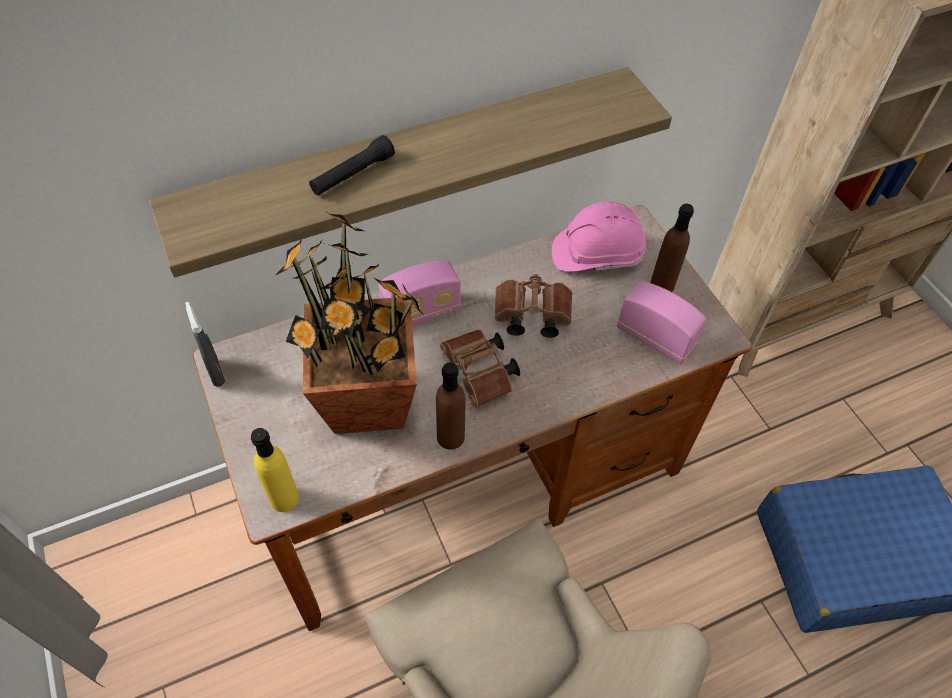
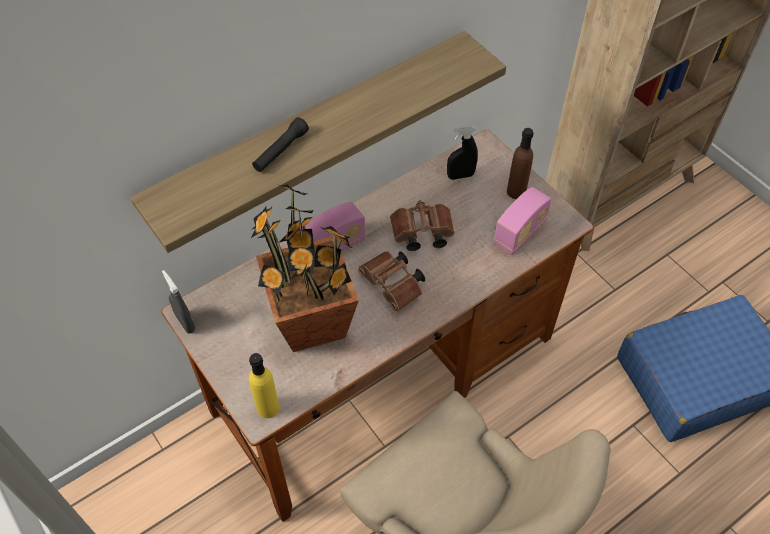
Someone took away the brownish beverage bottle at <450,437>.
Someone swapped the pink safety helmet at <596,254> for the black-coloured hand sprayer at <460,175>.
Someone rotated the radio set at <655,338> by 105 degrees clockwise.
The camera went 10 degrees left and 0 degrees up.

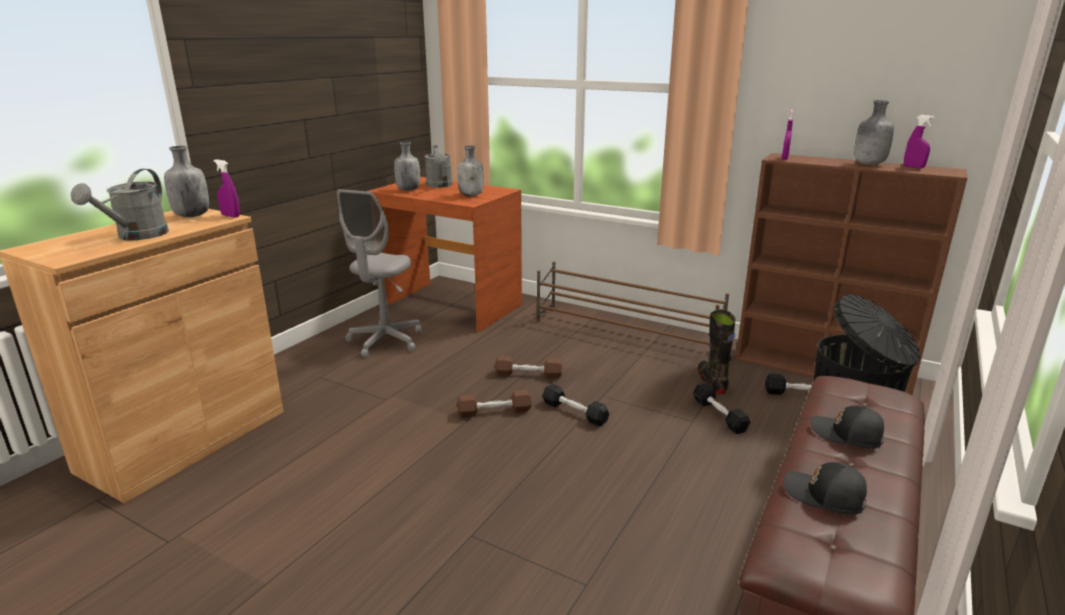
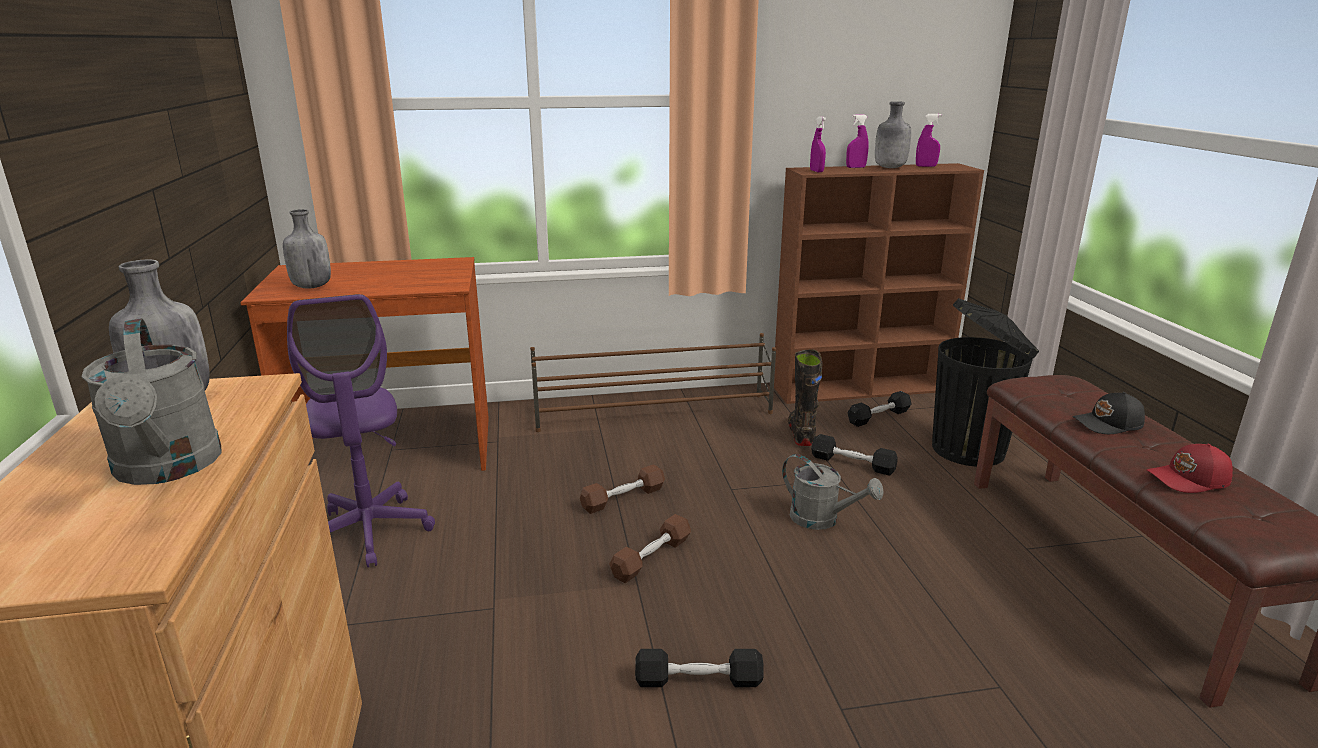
Someone took away the gray beverage bottle at <471,195>.
Someone carried the purple hand sprayer from <230,216> to <855,167>.
Someone carried the gray sprinkling can from <440,186> to <822,520>.
Someone carried the black-coloured hand weight from <574,412> to <698,680>.
Someone repainted the gray desk chair at <385,341>, which became the purple desk chair at <369,532>.
Someone repainted the black-coloured cap at <824,496>, which became the red-coloured cap at <1189,480>.
Someone rotated the black-coloured tall boot at <712,382> by 45 degrees clockwise.
The camera went 40 degrees left and 0 degrees up.

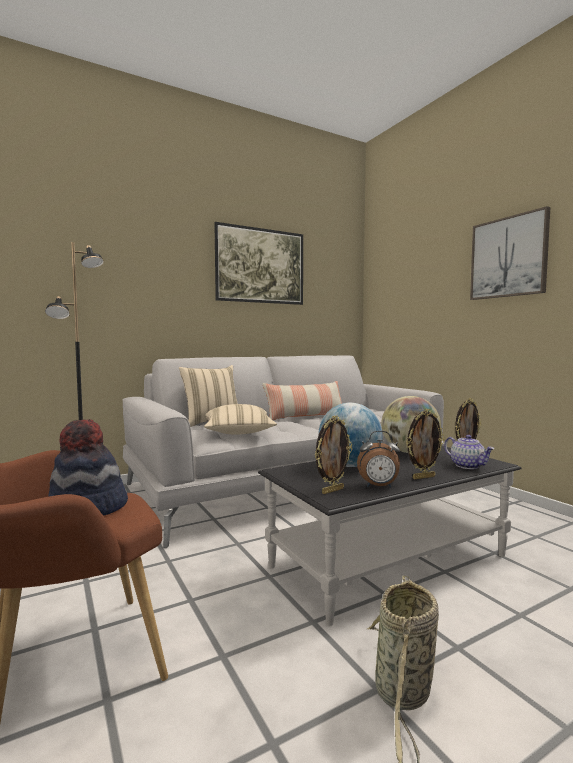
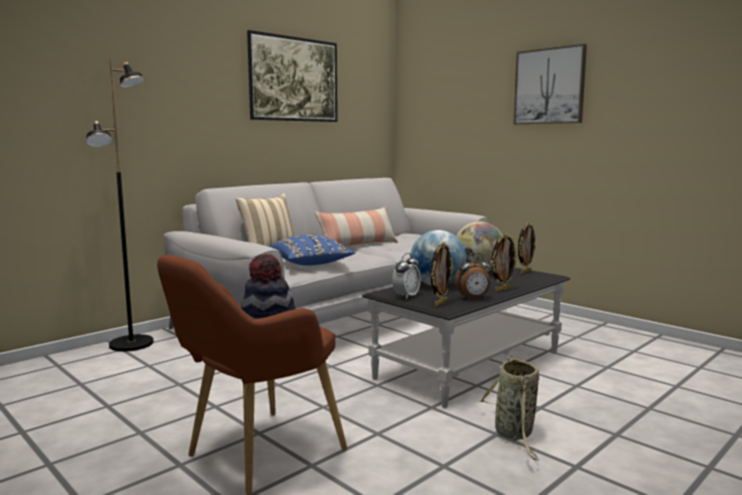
Someone took away the tea pot at <468,466>.
Someone put down the table clock at <406,296>.
Someone repainted the sand-coloured pillow at <238,433>, which became the bluish pillow at <311,264>.
The camera went 15 degrees left and 5 degrees up.

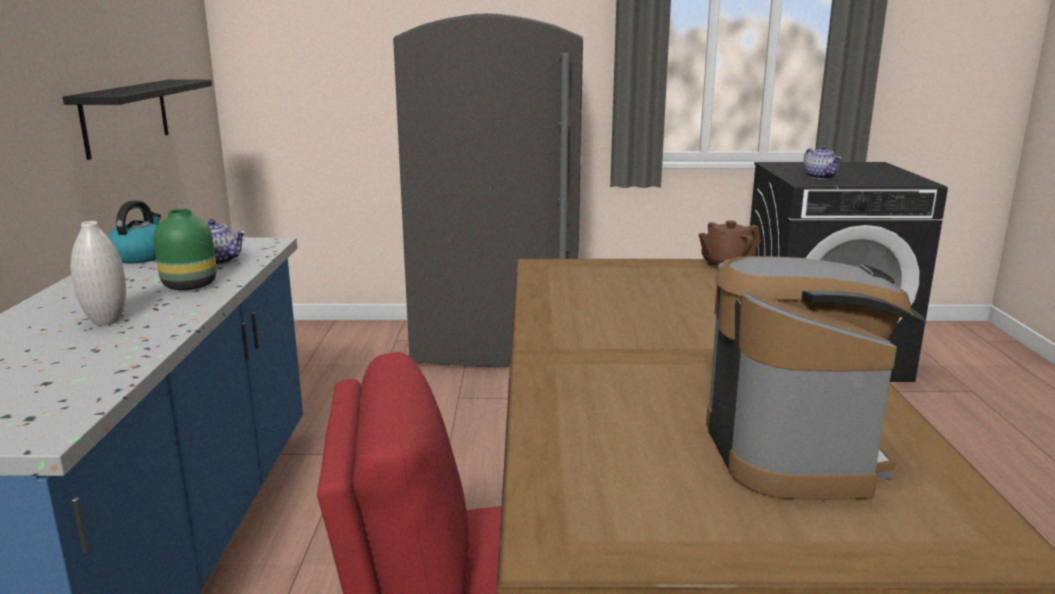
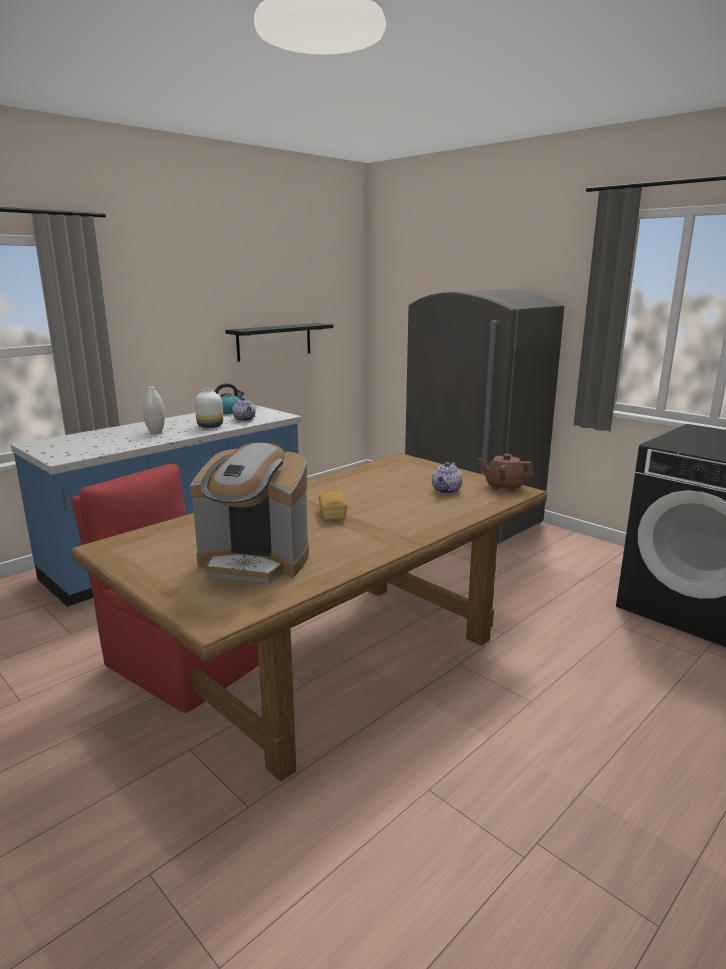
Someone put down the bread at <332,514>.
Someone carried the tea pot from <820,177> to <446,490>.
Someone repainted the green-coloured decorative vase at <189,286>, which became the whitish decorative vase at <209,426>.
Someone rotated the coffee brewer at <794,450> by 60 degrees clockwise.
The camera went 45 degrees right and 0 degrees up.

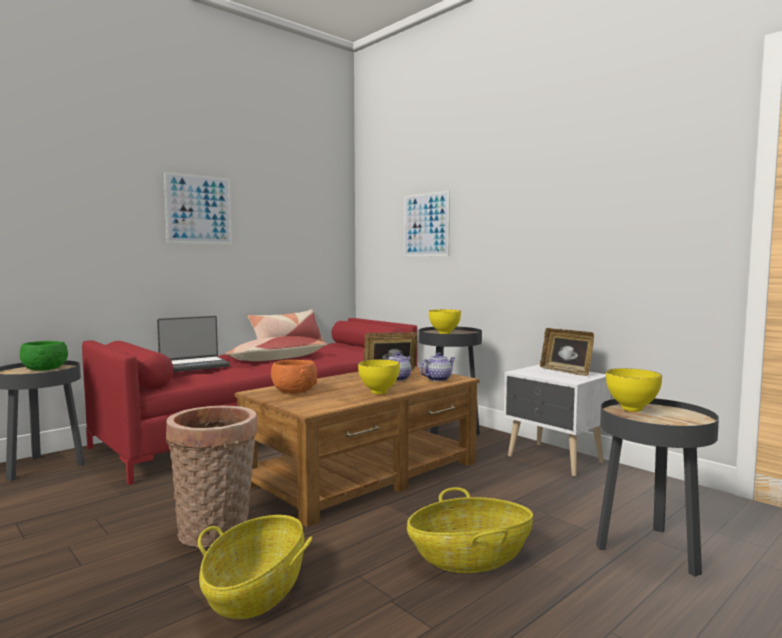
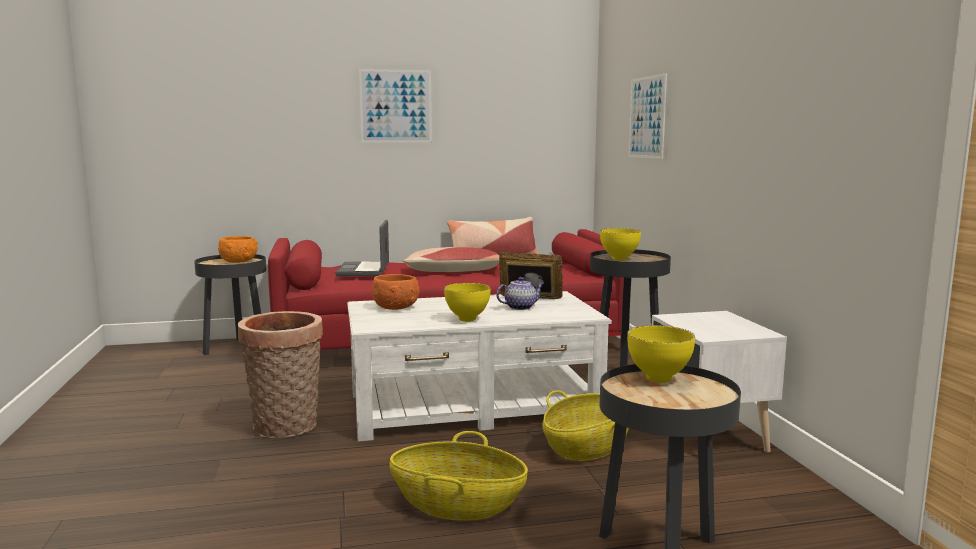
Someone took away the tea pot at <438,379>.
Someone took away the picture frame at <566,371>.
Someone carried the household basket from <256,591> to <587,447>.
Someone repainted the green-coloured bowl at <45,369>, which became the orange-coloured bowl at <239,261>.
Someone repainted the brownish lounge table at <365,473>, which became the whitish lounge table at <474,406>.
Someone rotated the laptop at <194,365> by 90 degrees clockwise.
The camera went 30 degrees right and 5 degrees up.

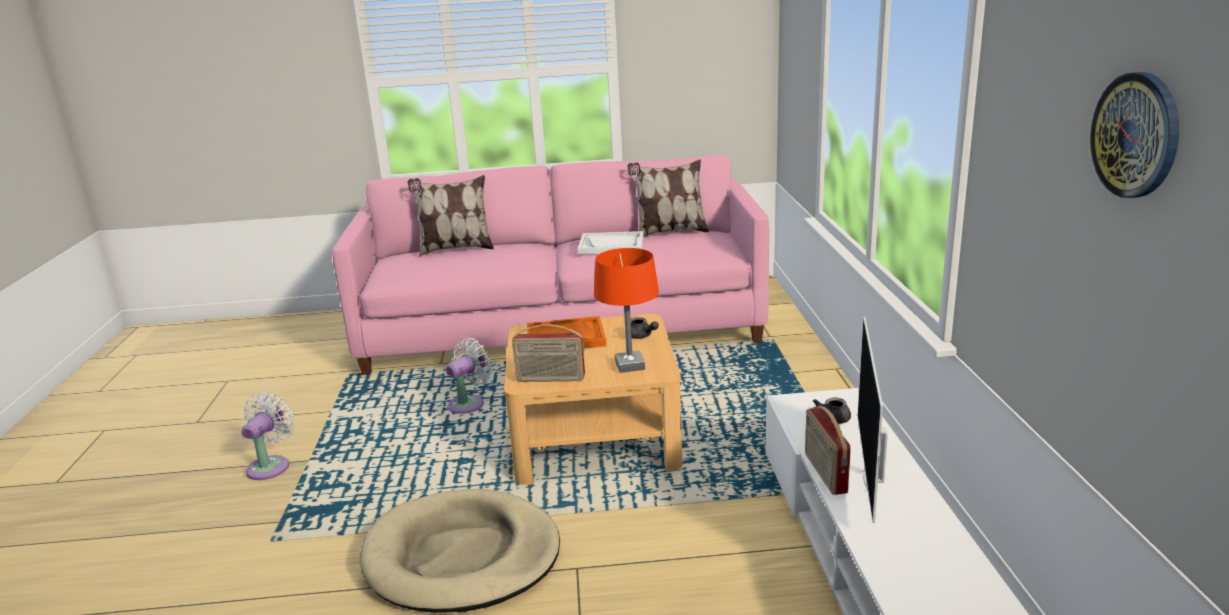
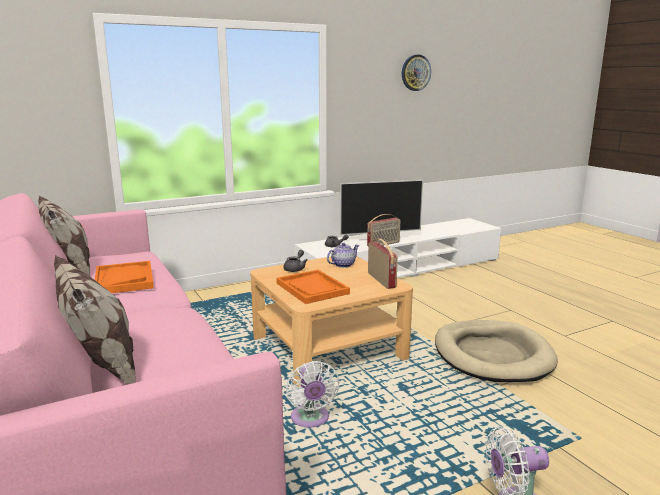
Someone swapped the orange-coloured tabletop lamp at <630,365> for the tea pot at <342,265>.
Someone repainted the whitish serving tray at <611,245>, which became the orange-coloured serving tray at <124,279>.
Someone rotated the whitish electric fan at <469,404> by 120 degrees counterclockwise.
The camera went 115 degrees left and 5 degrees down.

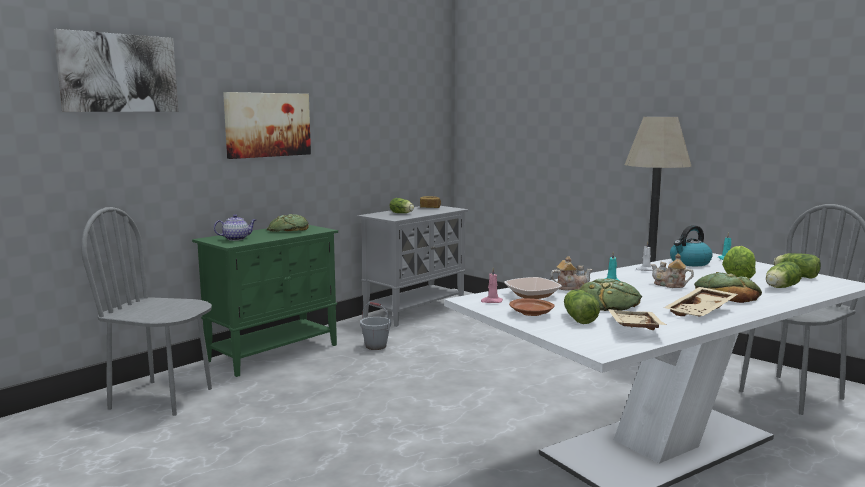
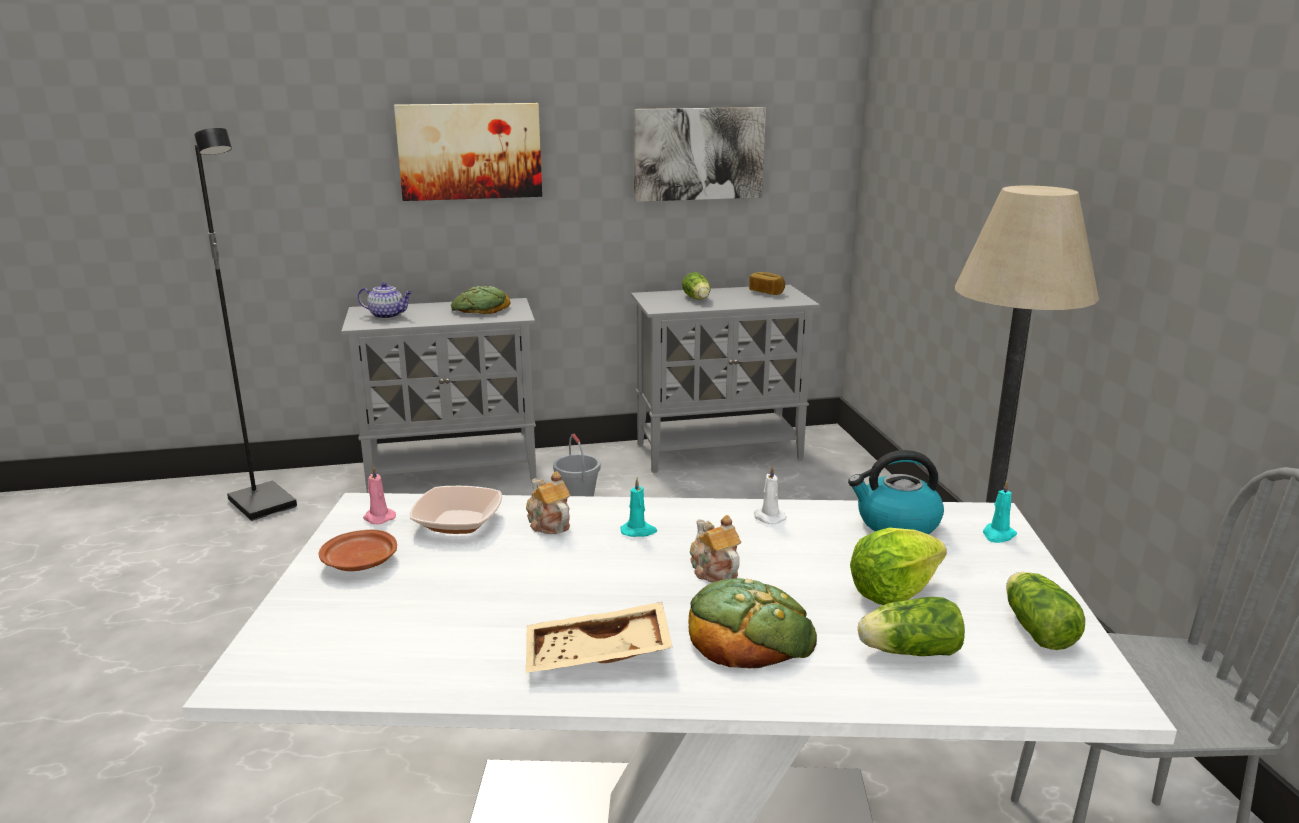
Someone took away the lettuce head at <578,318>.
Someone took away the bread at <607,303>.
Someone took away the sand-coloured serving tray at <633,328>.
Someone carried the wall art from <118,73> to <698,154>.
Someone swapped the gray plain chair at <162,398> for the black-coloured standing lamp at <264,504>.
Someone repainted the green-coloured cabinet at <274,353>, which became the gray cabinet at <454,473>.
Someone rotated the tea pot at <570,287> by 150 degrees counterclockwise.
The camera went 35 degrees right and 10 degrees up.

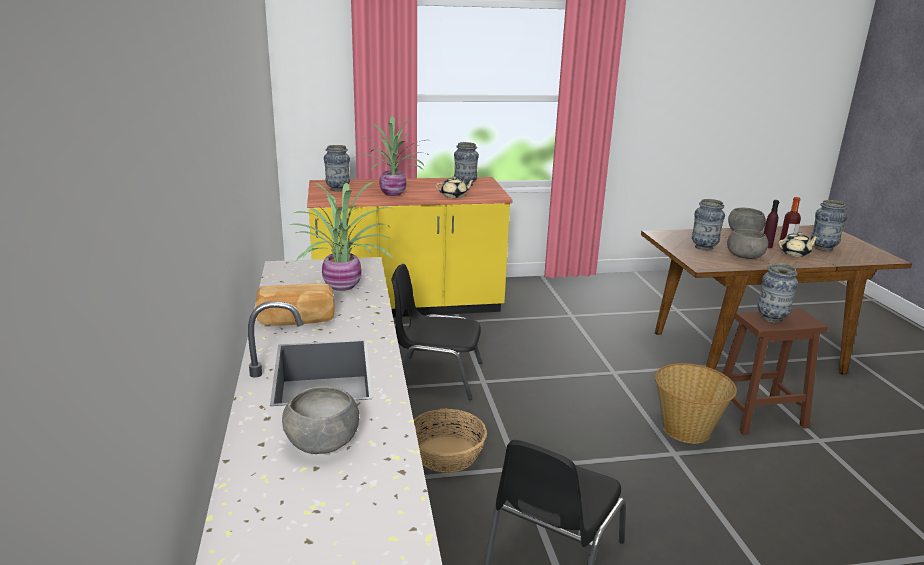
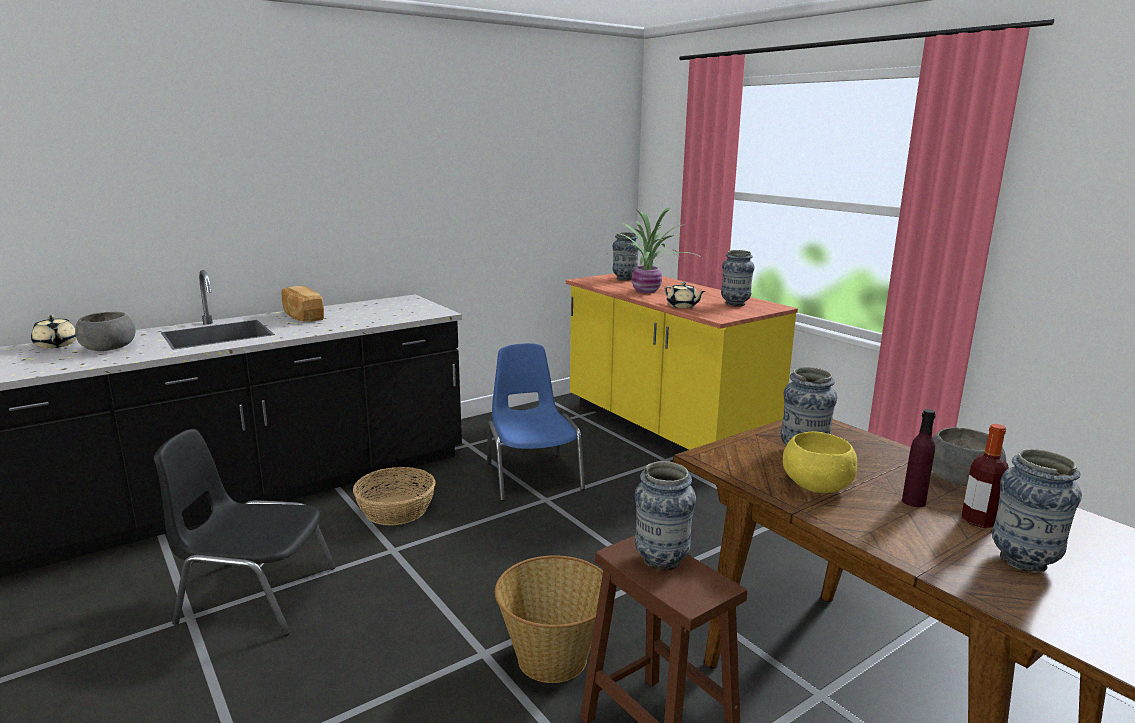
Someone took away the plant in a pot at <343,287>.
Someone carried the sand-coloured tea pot from <795,253> to <56,345>.
Someone repainted the black-coloured plain chair at <436,376>, which became the bluish plain chair at <532,475>.
Someone repainted the gray bowl at <745,256>, which became the yellowish bowl at <817,485>.
The camera went 65 degrees right and 5 degrees down.

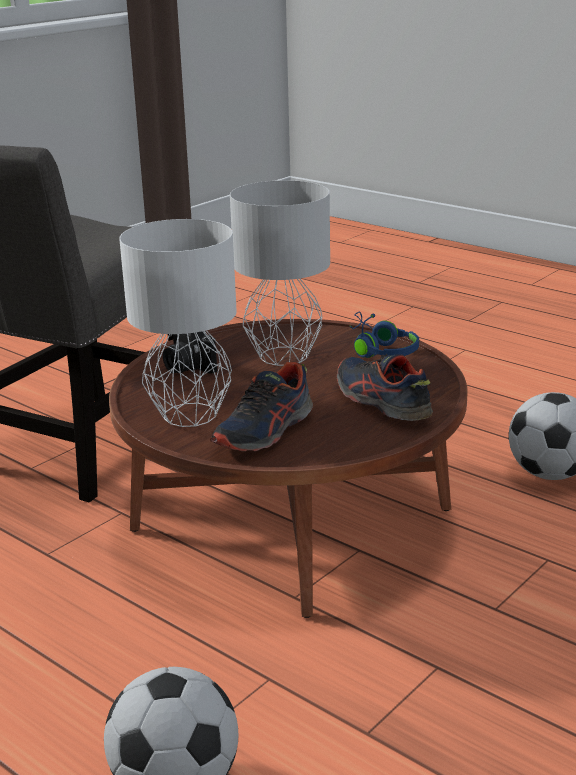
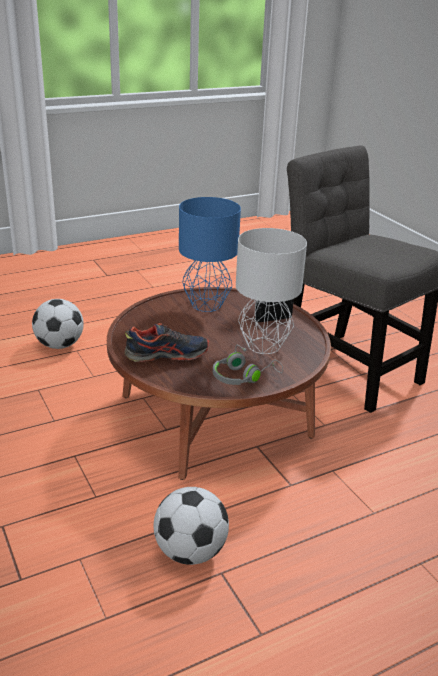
Someone took away the low shoe at <265,431>.
Someone repainted the whitish tabletop lamp at <192,414>, which became the bluish tabletop lamp at <206,305>.
Someone repainted the bluish pair of headphones at <379,349>, which became the gray pair of headphones at <243,376>.
The camera went 110 degrees right and 5 degrees up.

